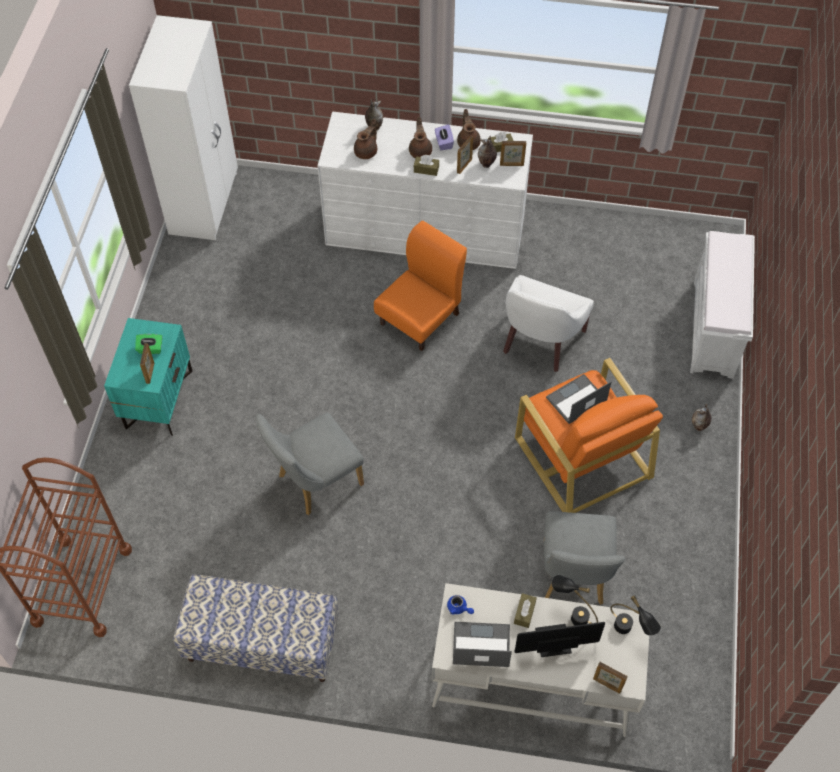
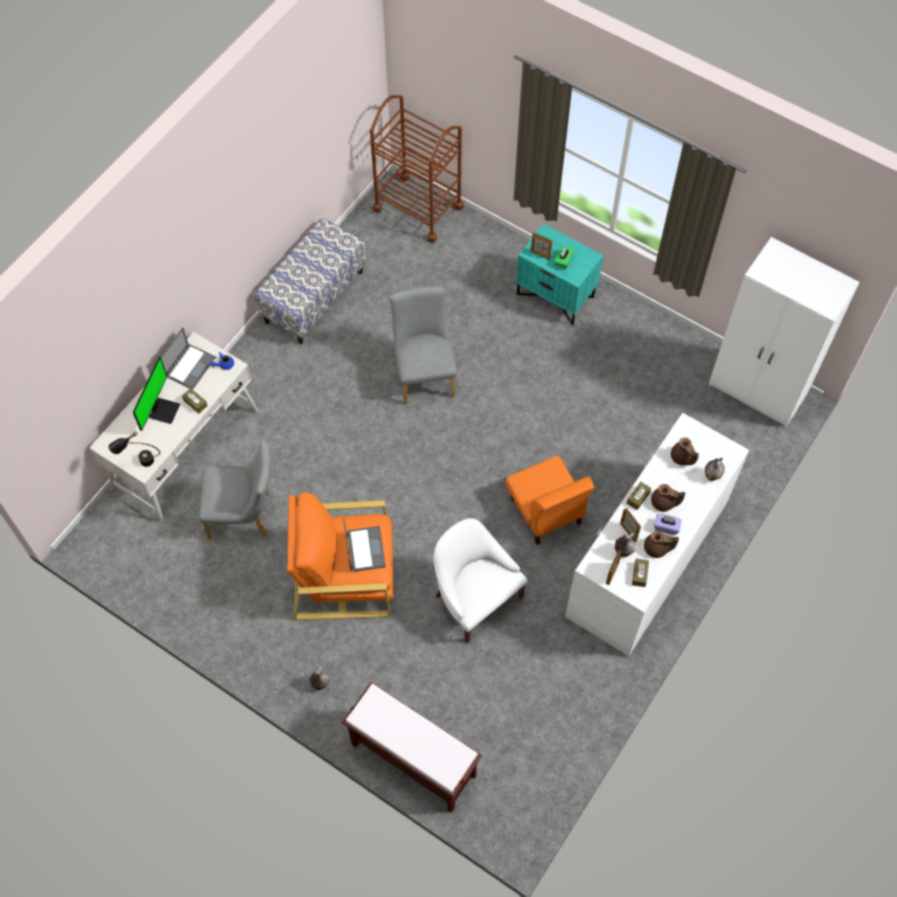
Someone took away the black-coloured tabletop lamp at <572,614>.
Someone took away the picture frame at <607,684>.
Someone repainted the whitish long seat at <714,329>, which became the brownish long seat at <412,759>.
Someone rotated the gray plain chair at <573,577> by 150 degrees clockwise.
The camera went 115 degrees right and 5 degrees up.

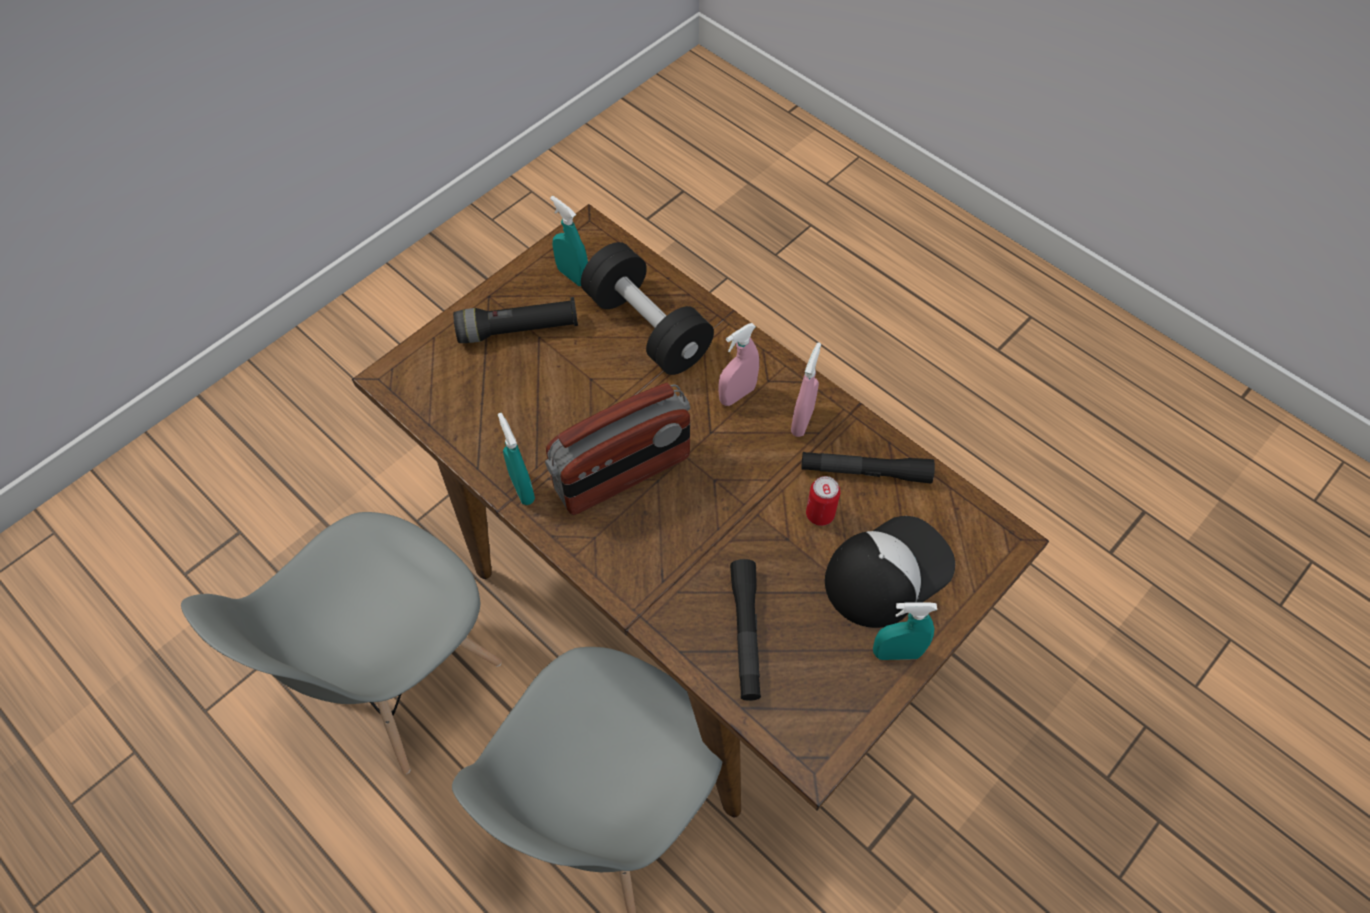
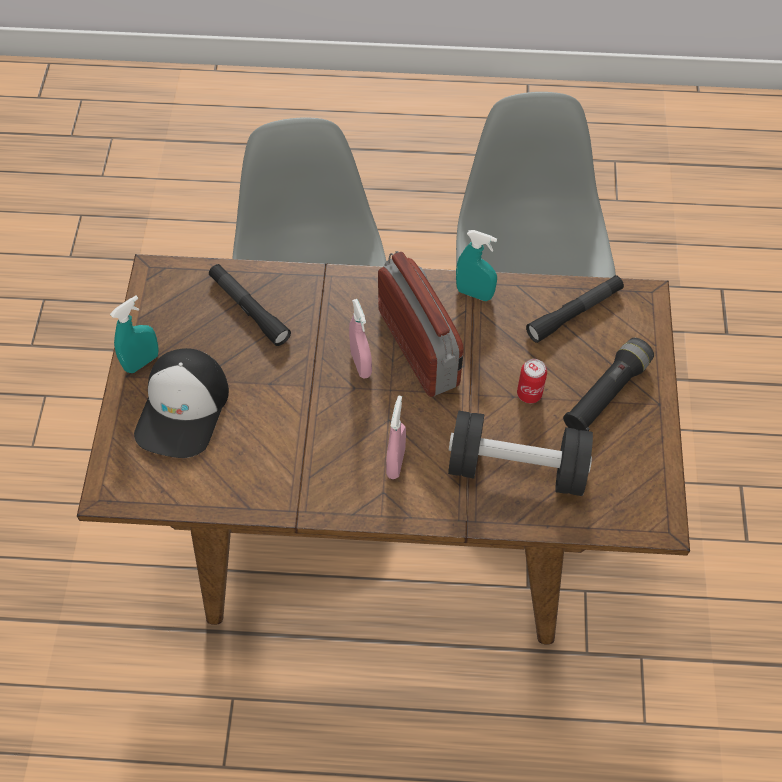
Someone took away the blue-green hand sprayer at <573,276>.
Someone carried the pink hand sprayer from <802,421> to <361,364>.
Someone carried the black-coloured torch from <865,472> to <574,313>.
Someone carried the sealed can from <820,514> to <529,394>.
Someone rotated the radio set at <623,474> by 135 degrees clockwise.
The camera went 140 degrees right and 0 degrees up.

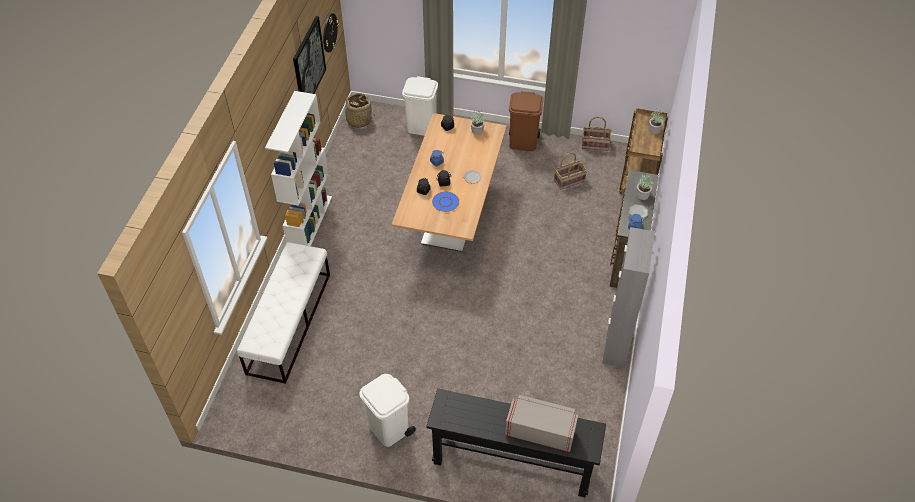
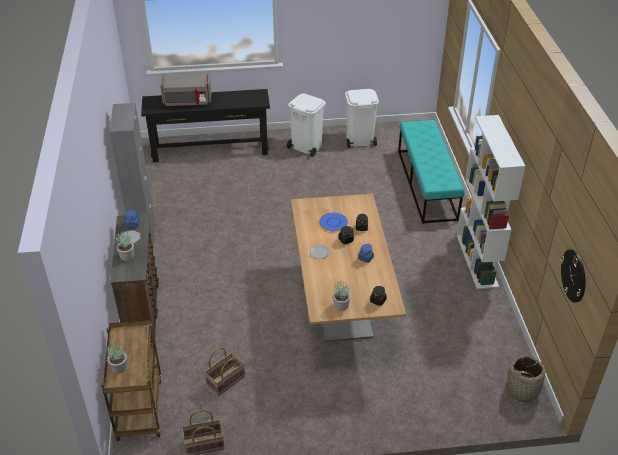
Someone took away the wall art at <308,64>.
Someone took away the brownish trash can at <523,142>.
Someone carried the whitish trash can from <422,127> to <359,140>.
Someone repainted the whitish long seat at <289,322>, which became the blue-green long seat at <427,184>.
The camera went 160 degrees right and 10 degrees down.

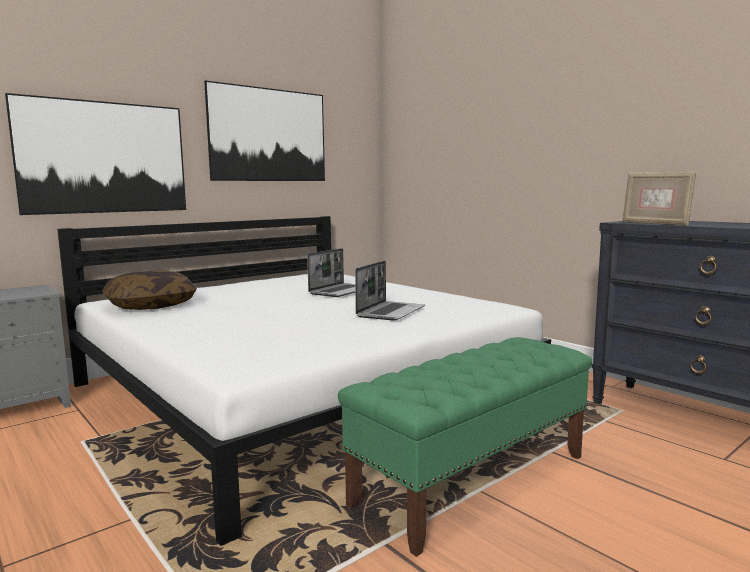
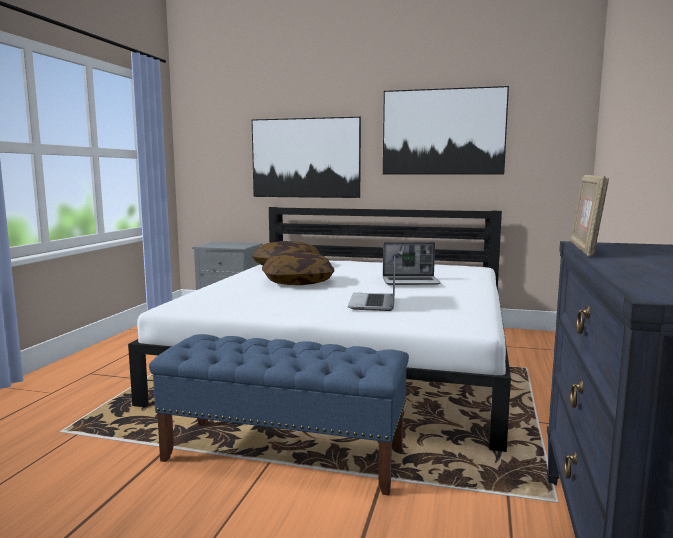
Someone put down the pillow at <298,282>.
Someone repainted the green-coloured long seat at <473,479>, which became the bluish long seat at <284,455>.
Someone rotated the laptop at <390,312> by 105 degrees clockwise.
The camera went 55 degrees right and 0 degrees up.

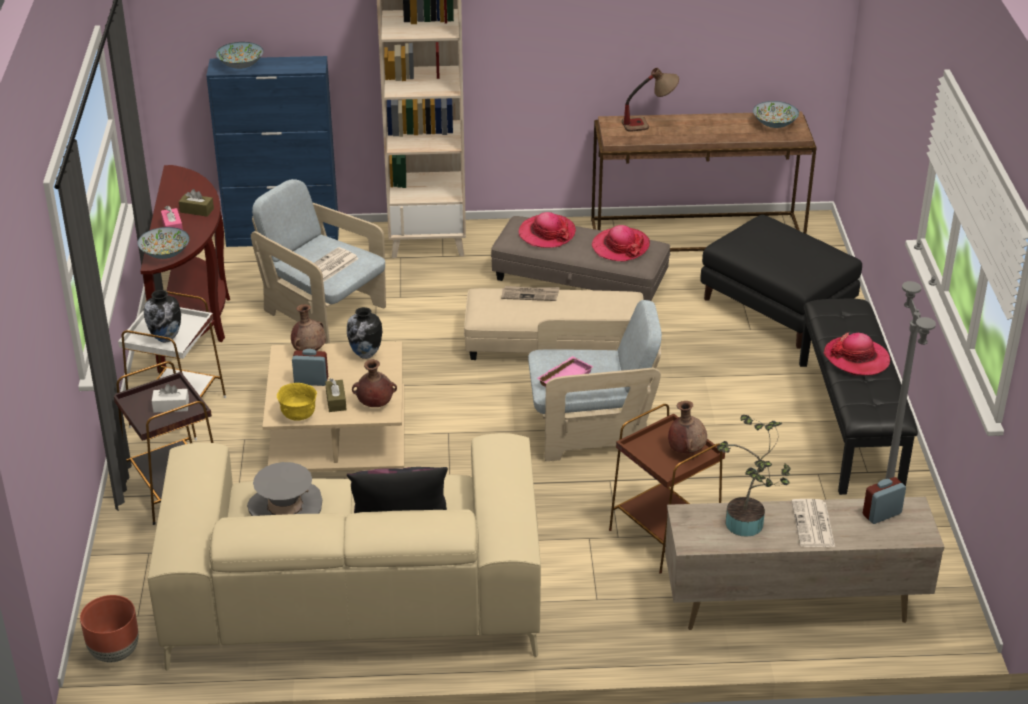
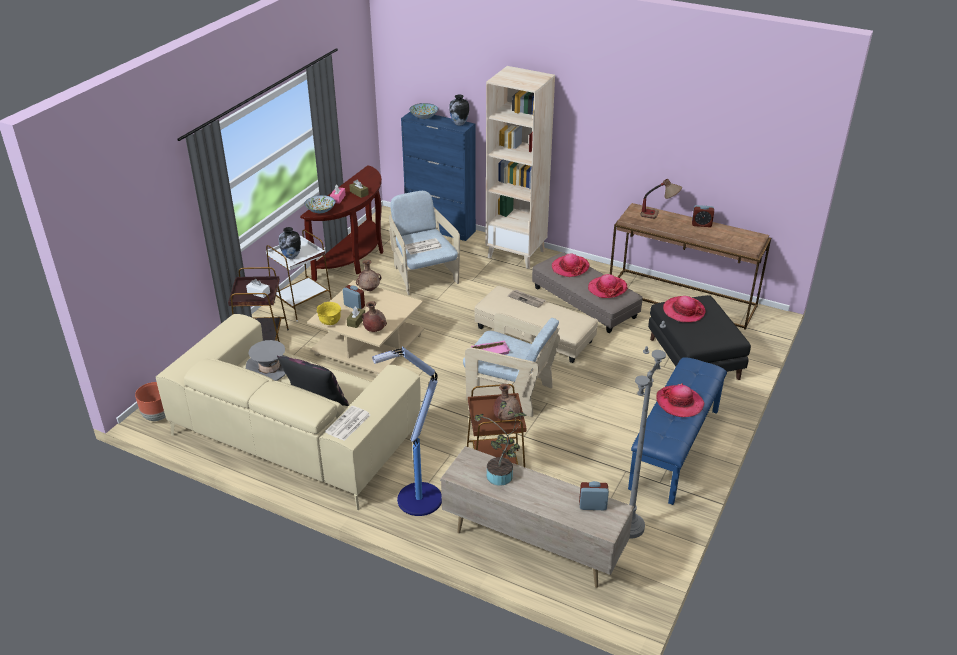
Someone took away the bowl at <774,124>.
Someone put down the standing lamp at <417,500>.
Someone put down the wearable hat at <683,311>.
Someone put down the table clock at <701,224>.
Someone carried the decorative vase from <365,354> to <459,124>.
Someone carried the newspaper from <813,525> to <348,424>.
Someone repainted the black-coloured long seat at <850,425>, which became the bluish long seat at <675,449>.
The camera went 30 degrees right and 0 degrees up.

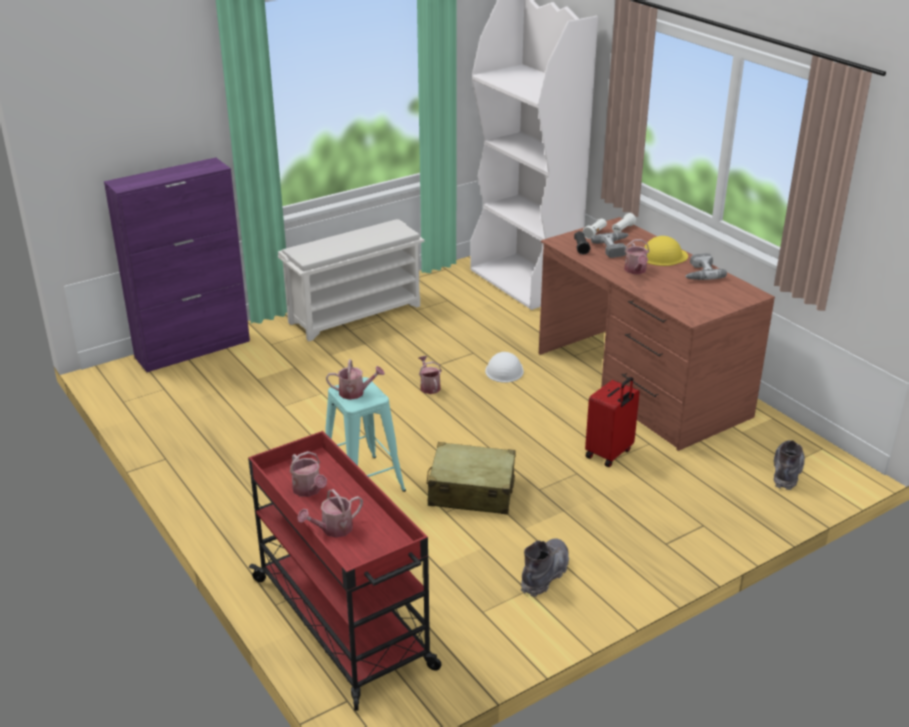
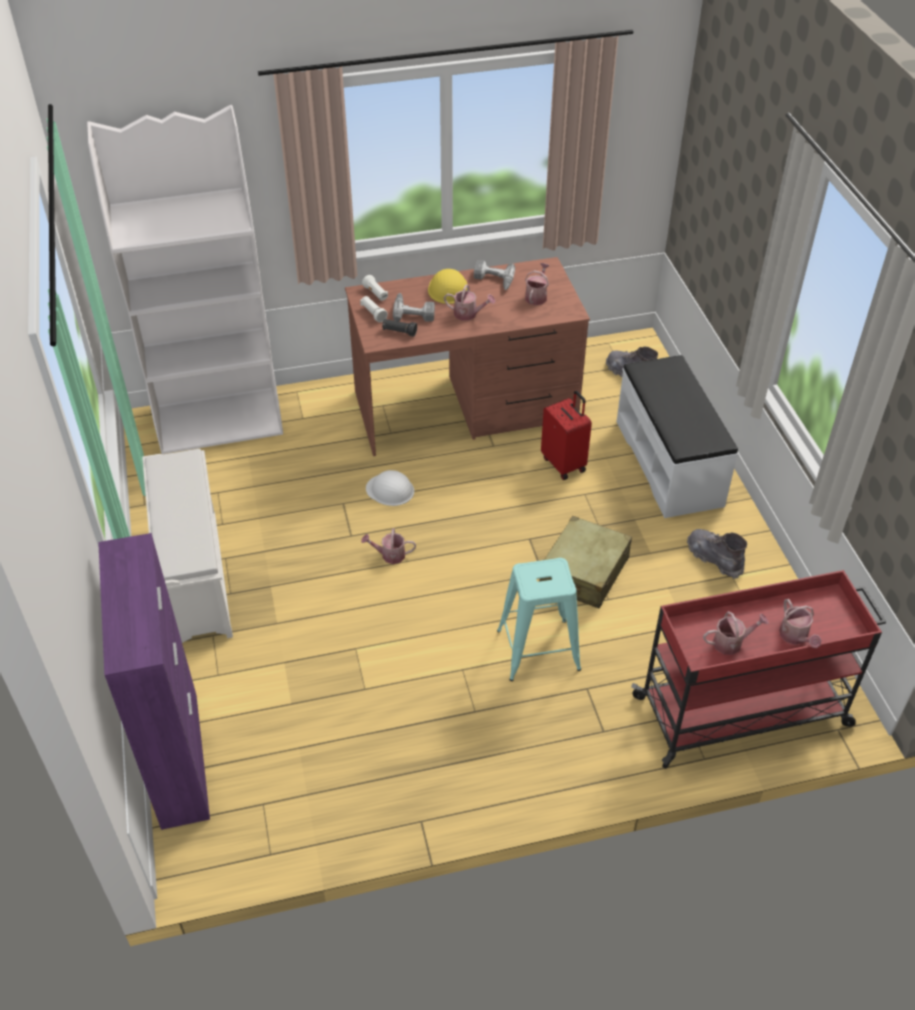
Someone put down the whitish long seat at <669,462>.
Someone carried the sprinkling can from <355,392> to <537,296>.
The camera went 70 degrees left and 15 degrees up.

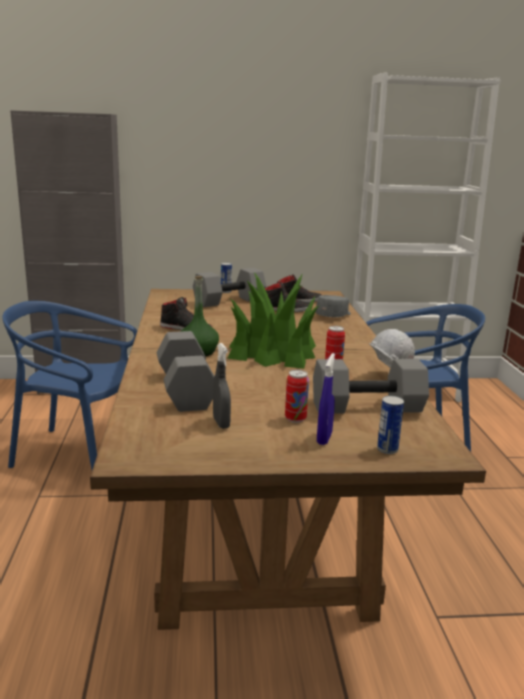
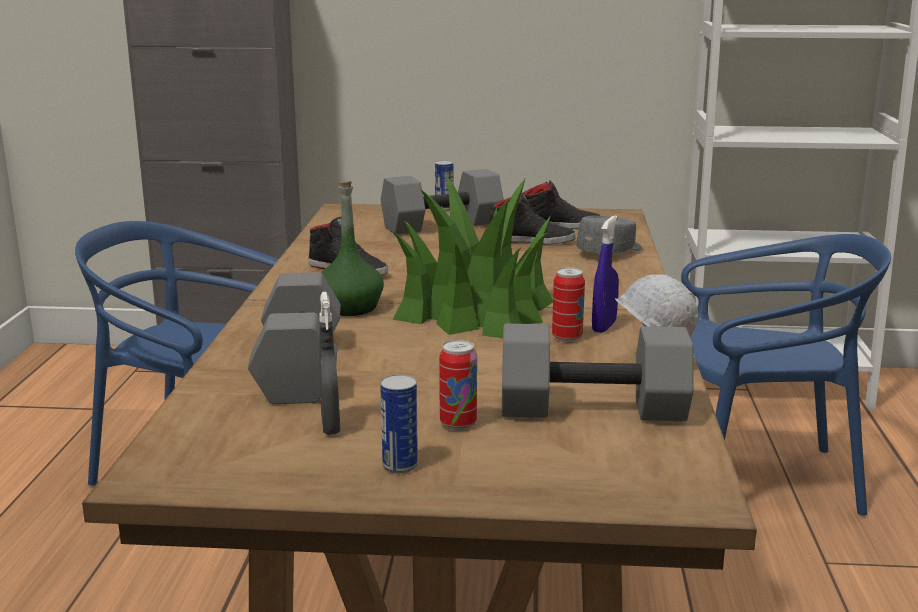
Someone carried the bluish hand sprayer from <324,438> to <604,326>.
Someone carried the sealed can from <387,449> to <400,465>.
The camera went 10 degrees right and 0 degrees up.

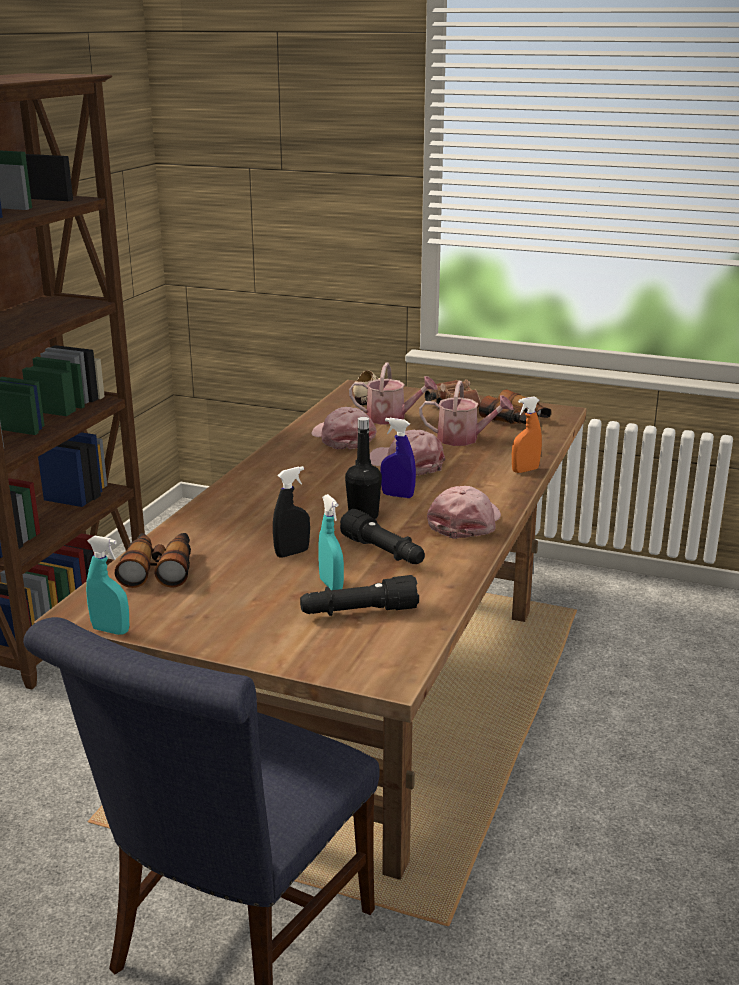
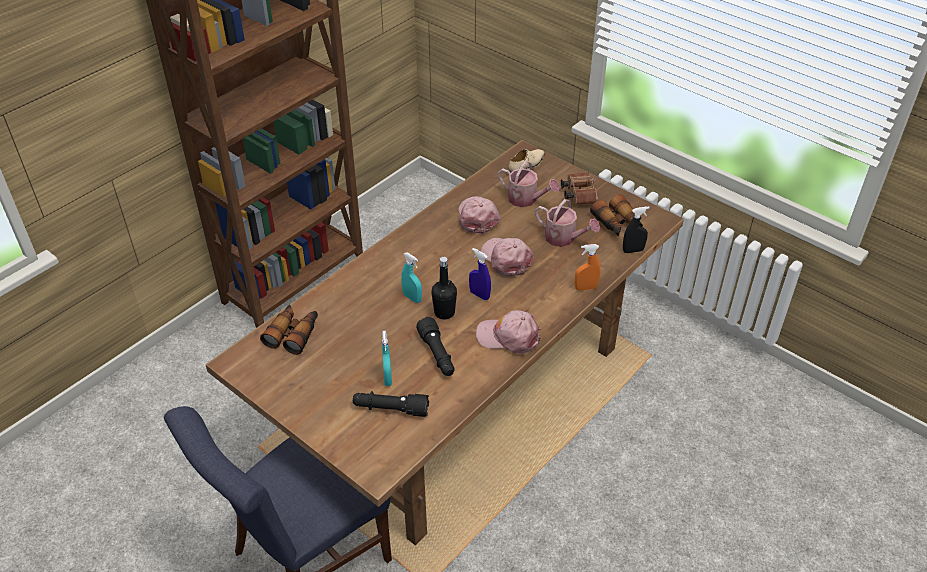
Someone carried the blue-green hand sprayer from <110,630> to <412,298>.
Someone carried the black-coloured hand sprayer from <292,553> to <633,250>.
Someone rotated the pink cap at <465,522> by 120 degrees counterclockwise.
The camera went 20 degrees right and 20 degrees up.

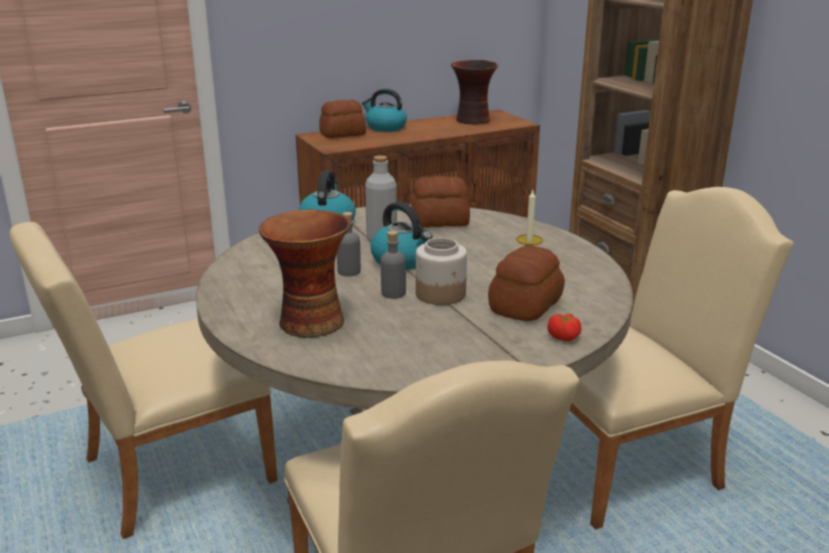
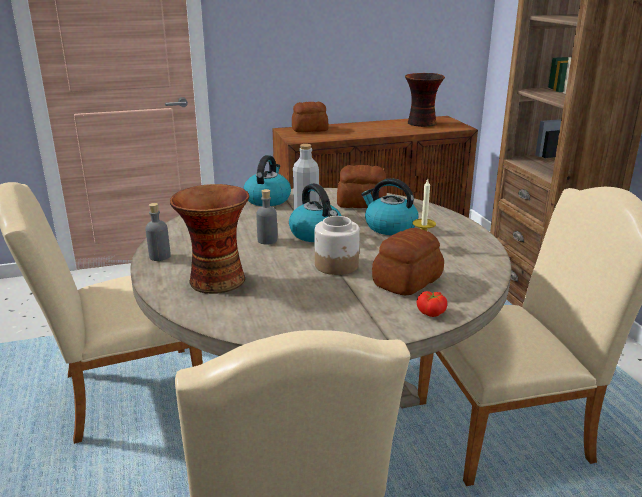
Someone carried the water kettle from <385,127> to <389,227>.
Someone carried the gray beverage bottle from <393,293> to <160,256>.
The camera went 10 degrees right and 0 degrees up.

